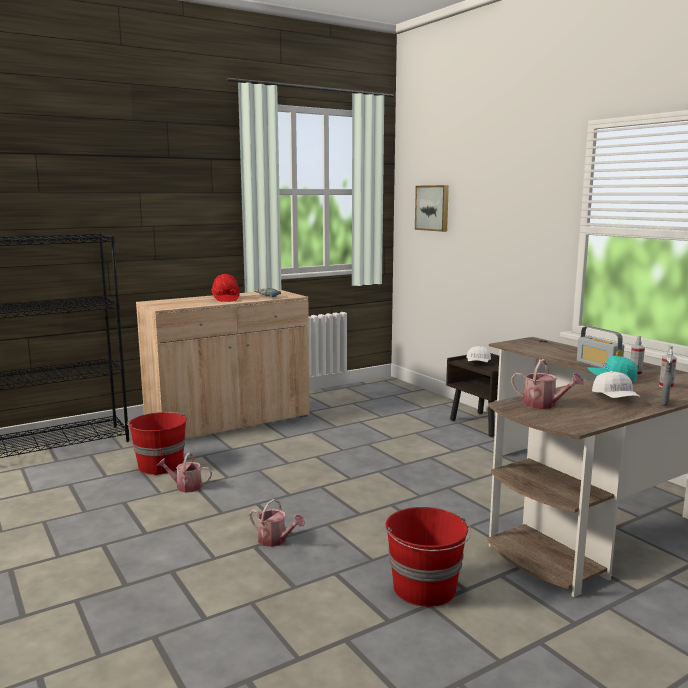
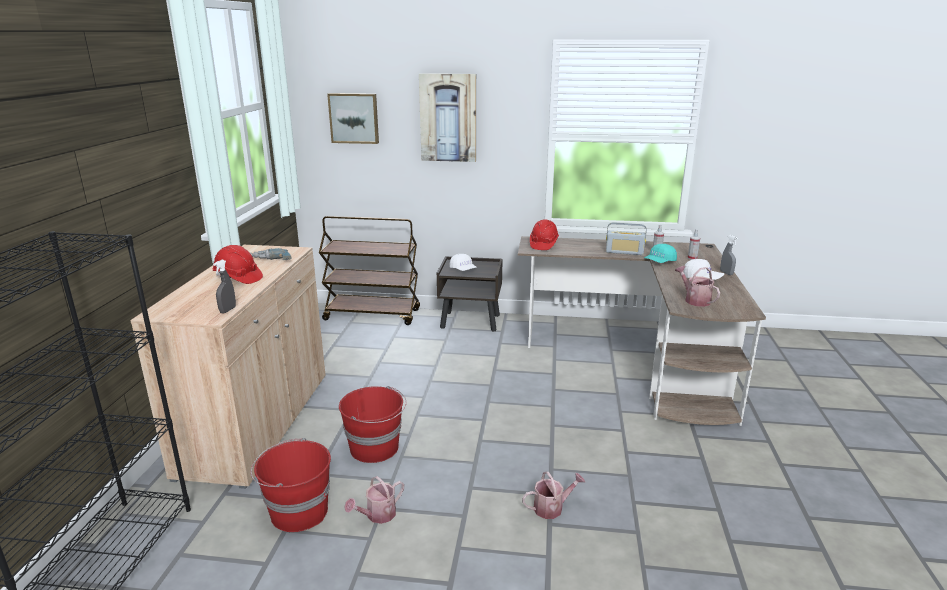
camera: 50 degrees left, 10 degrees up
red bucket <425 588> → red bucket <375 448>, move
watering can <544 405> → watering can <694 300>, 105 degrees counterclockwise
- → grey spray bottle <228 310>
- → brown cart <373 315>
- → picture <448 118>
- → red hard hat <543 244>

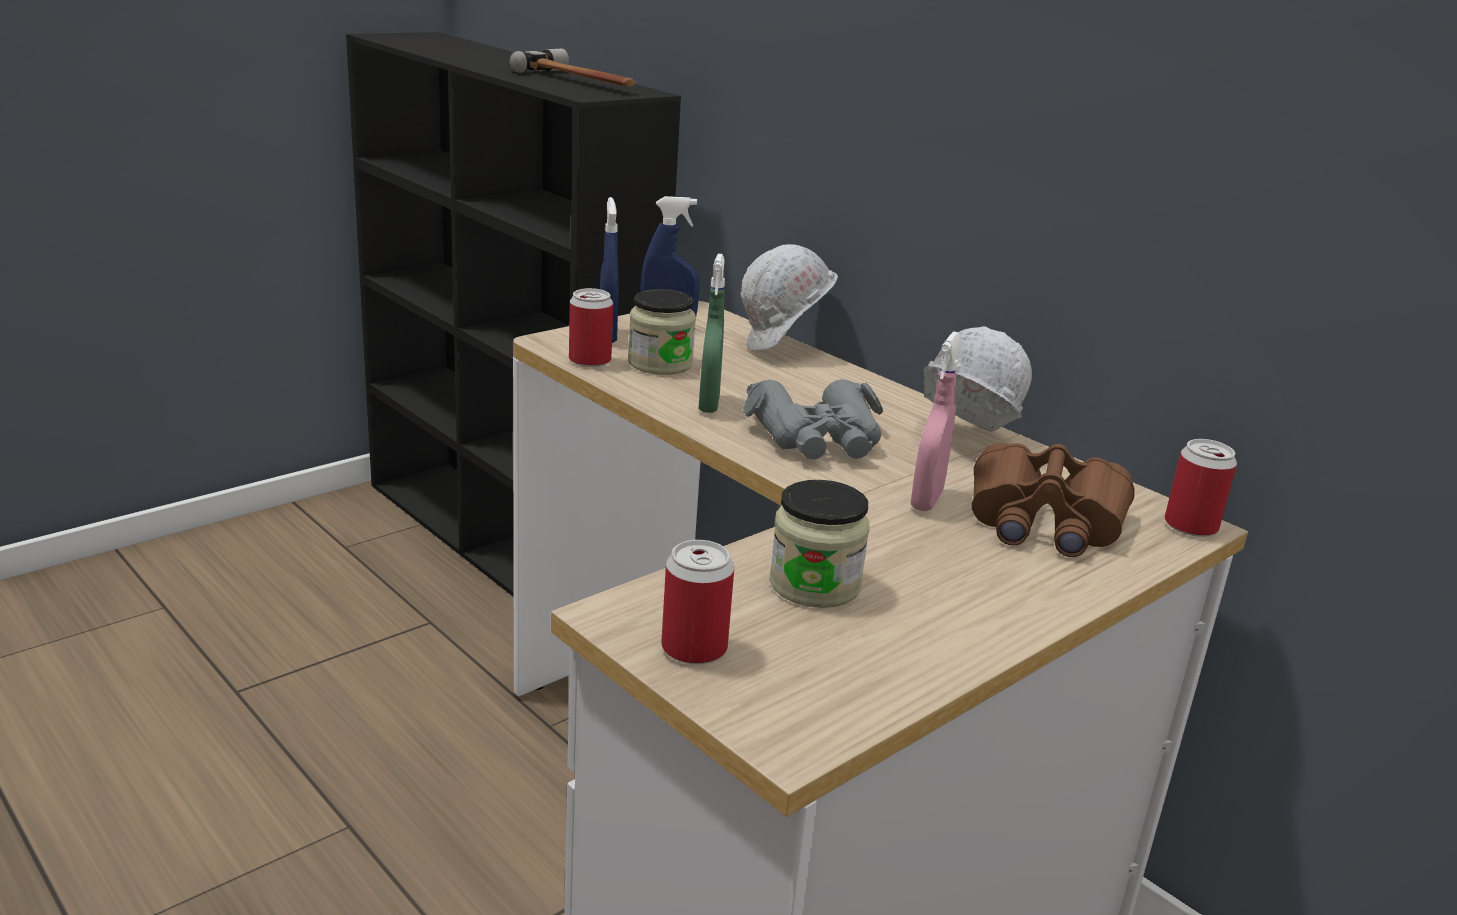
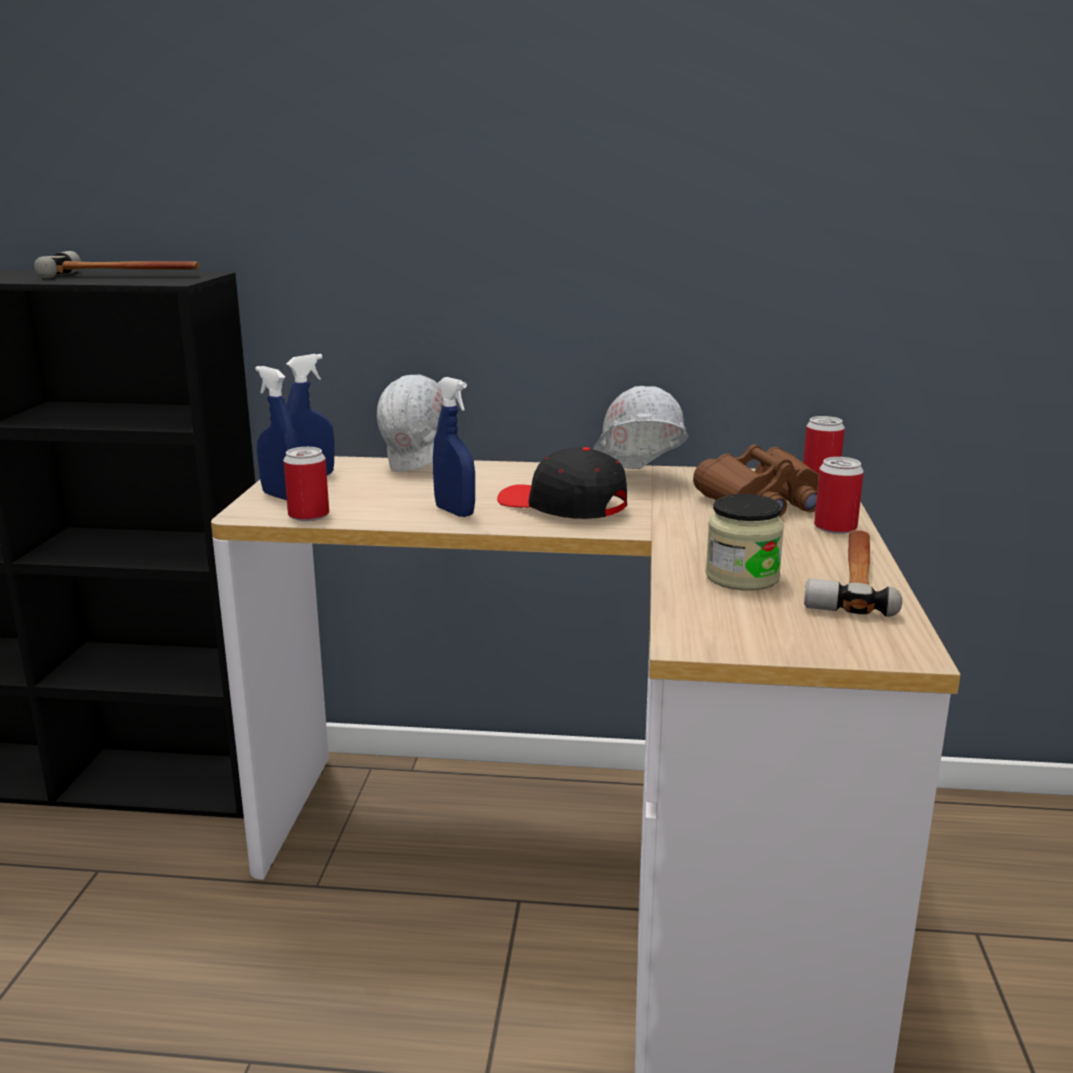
camera: 40 degrees left, 5 degrees down
jar <660 363> → -
can <694 648> → can <835 527>, move
green spray bottle <709 404> → blue spray bottle <454 512>
grey binoculars <817 438> → black cap <562 506>
pink spray bottle <926 500> → -
- → hammer <852 578>

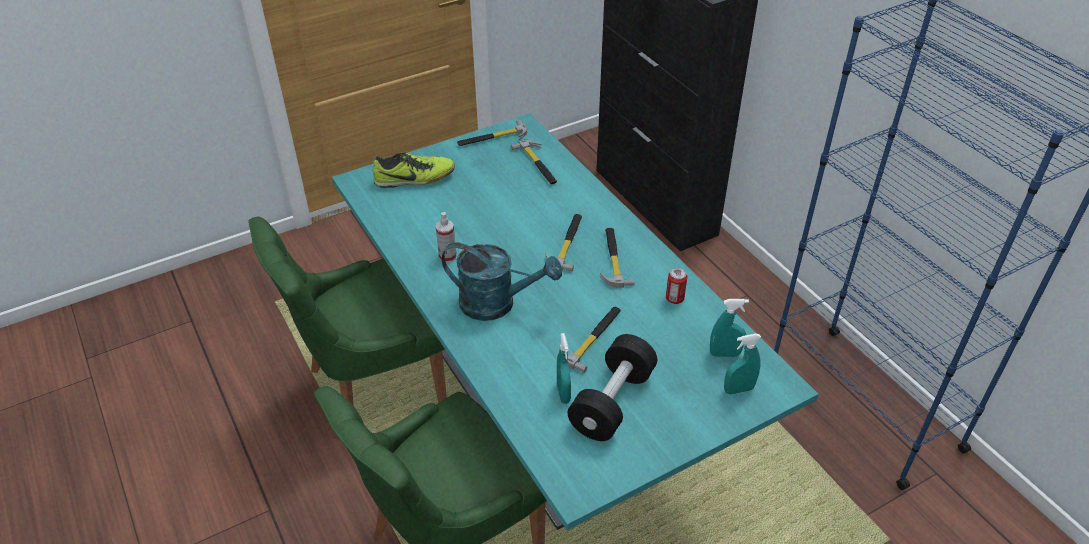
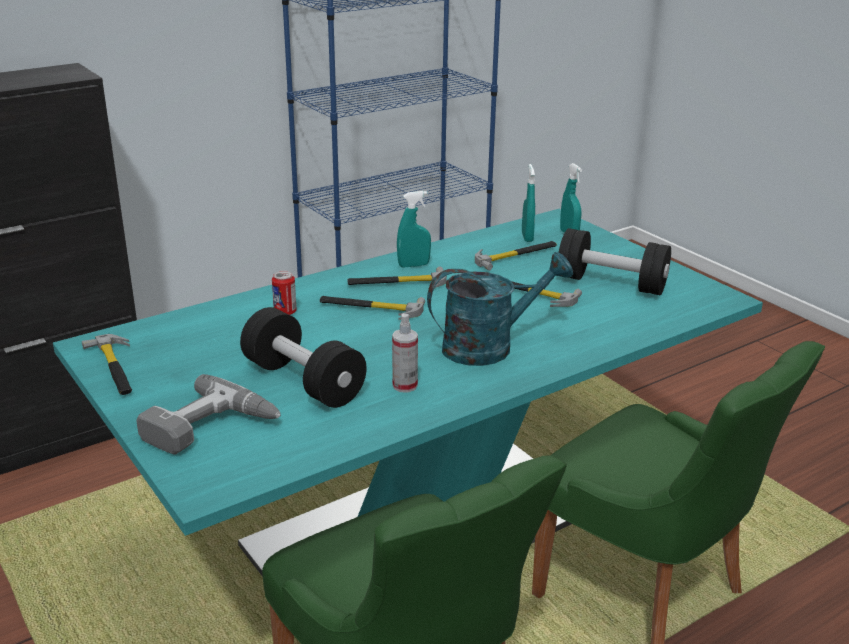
camera: 95 degrees left, 15 degrees down
shoe <415 179> → power drill <211 429>
turquoise watering can <497 304> → turquoise watering can <489 346>, 60 degrees clockwise
hammer <538 164> → hammer <515 255>, move
turquoise spray bottle <563 393> → turquoise spray bottle <413 265>, move
can <674 299> → can <285 312>, move
- → black dumbbell <303 381>

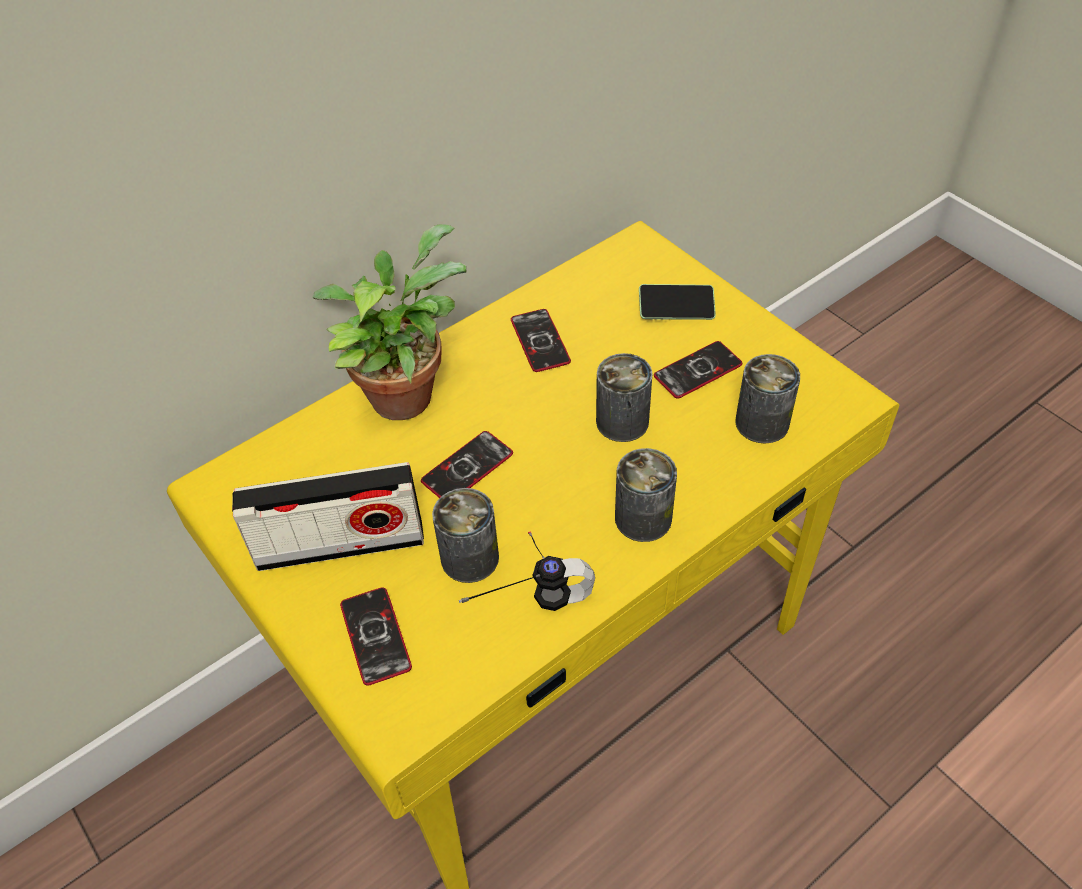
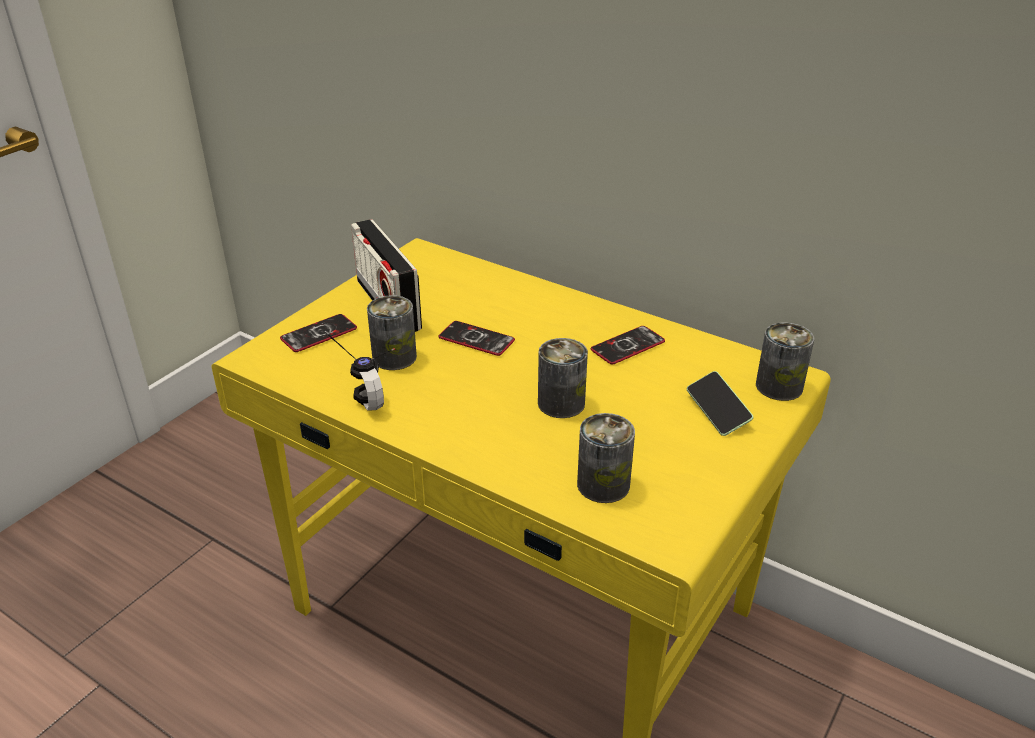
camera: 70 degrees right, 15 degrees down
potted plant <404 391> → -
can <643 518> → can <779 386>, move
phone <698 371> → -

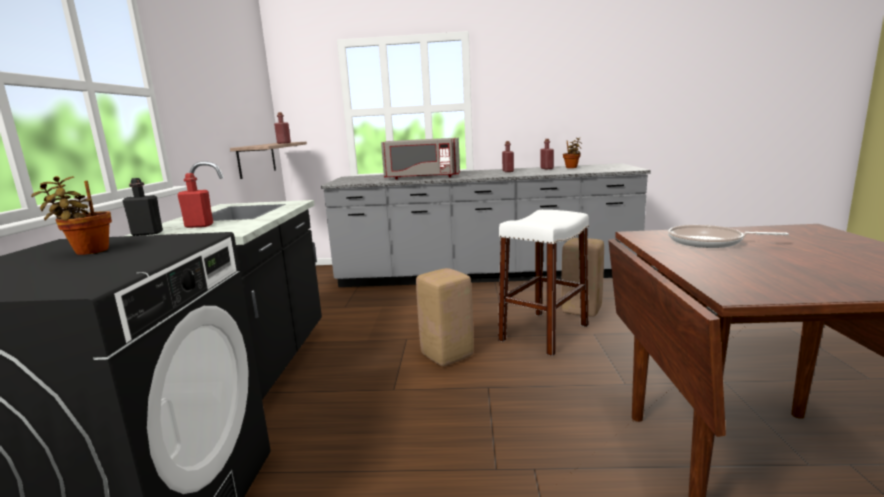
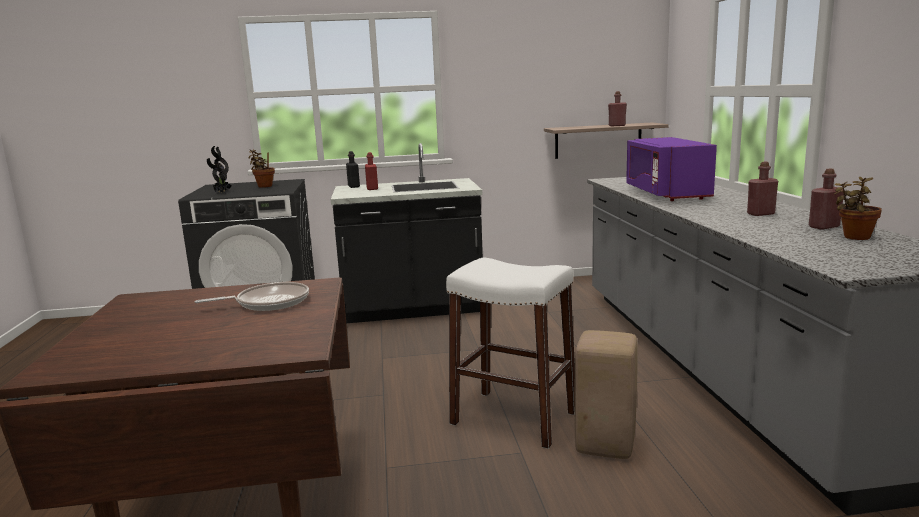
camera: 80 degrees right, 0 degrees up
grey microwave <422 177> → purple microwave <665 193>
beige stool <447 355> → -
frying pan <709 242> → frying pan <268 303>, 60 degrees clockwise
- → potted plant <221 192>

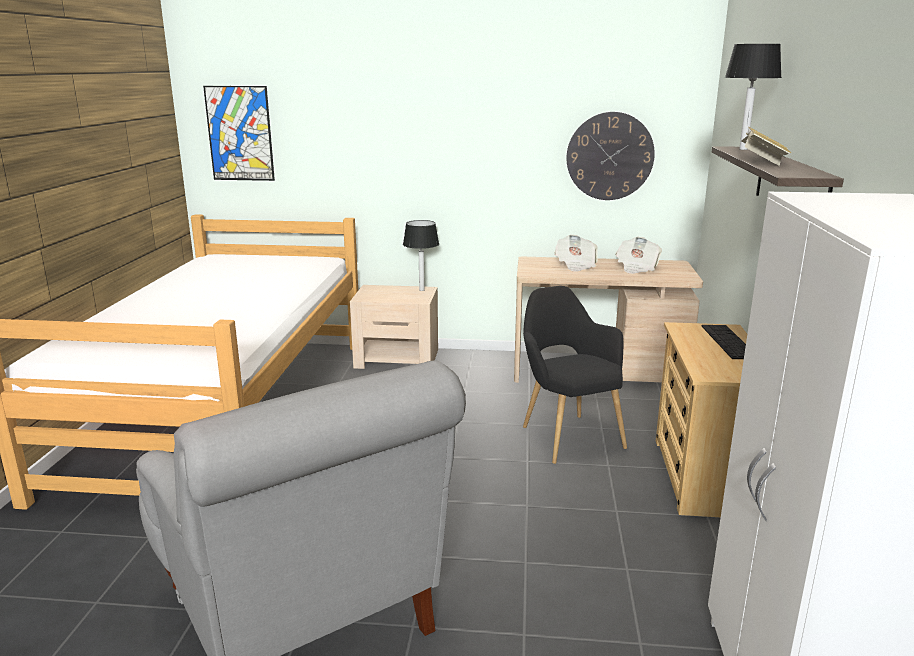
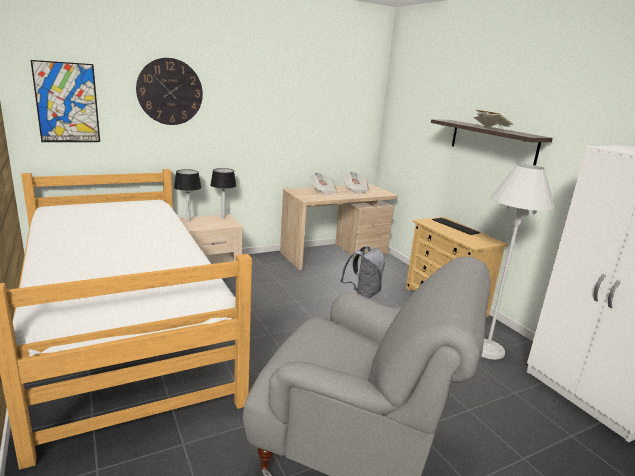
camera: 35 degrees left, 0 degrees up
black armchair <567 435> → grey backpack <362 295>
wall clock <610 156> → wall clock <170 92>, move
table lamp <742 149> → table lamp <188 220>, move
- → white floor lamp <487 349>

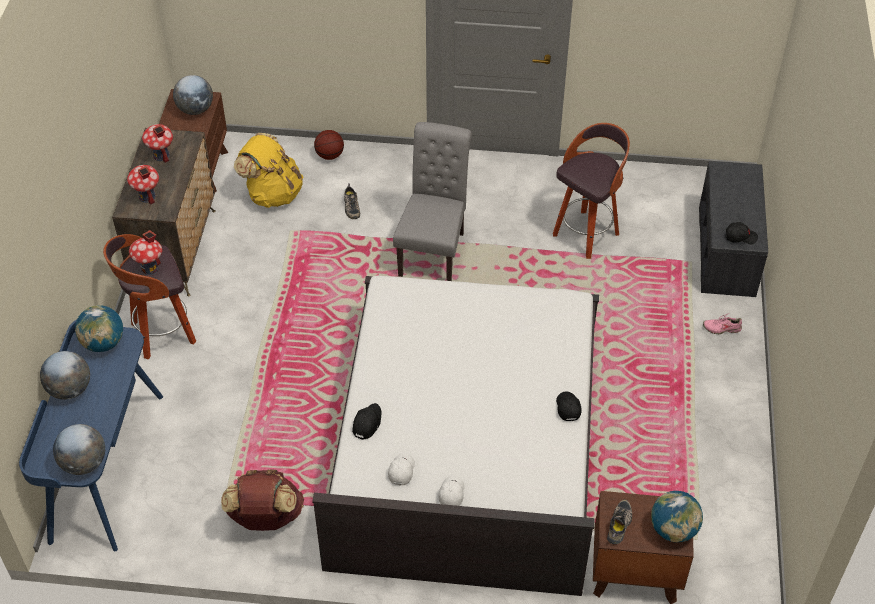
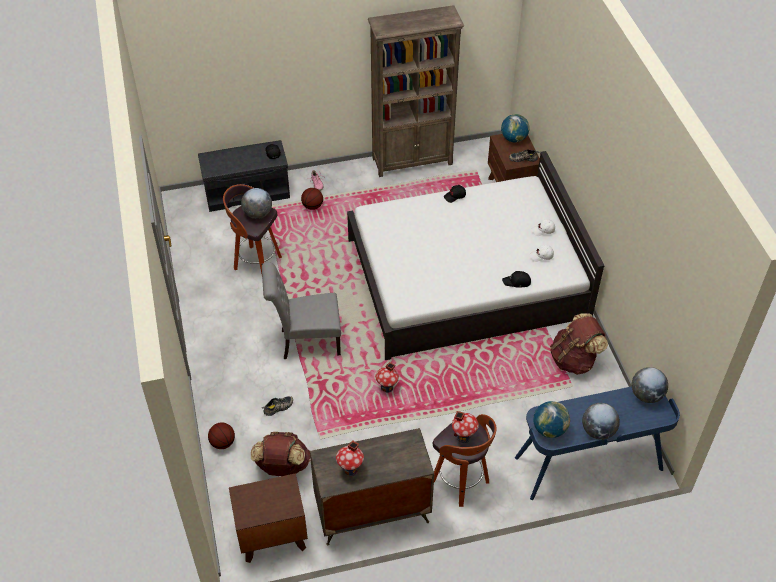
camera: 110 degrees left, 0 degrees up
toy house <147 196> → toy house <387 388>, move
globe <195 110> → globe <257 214>, move
yellow backpack <273 193> → brown backpack <282 467>
- → basketball <312 206>
- → brown bookcase <413 161>

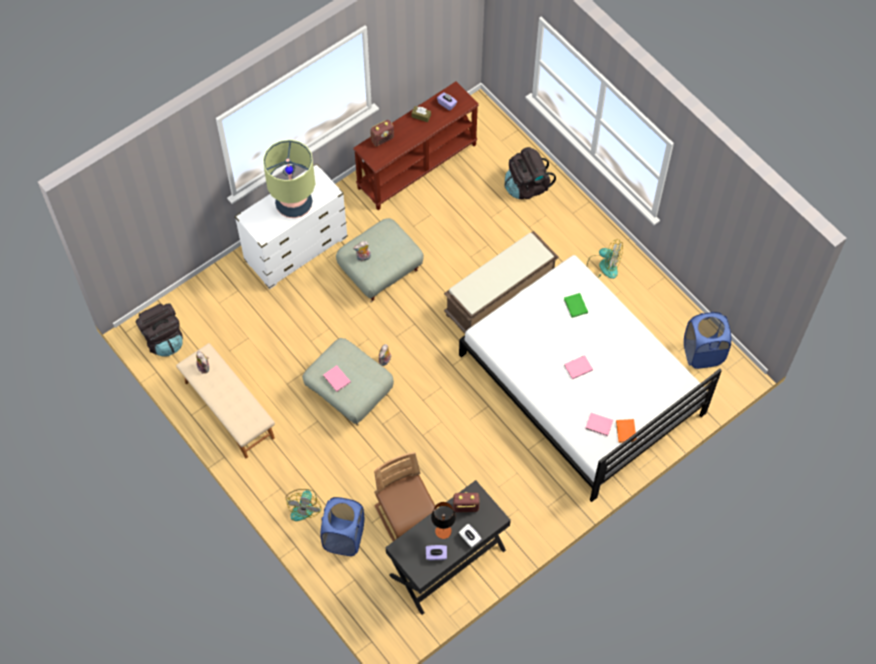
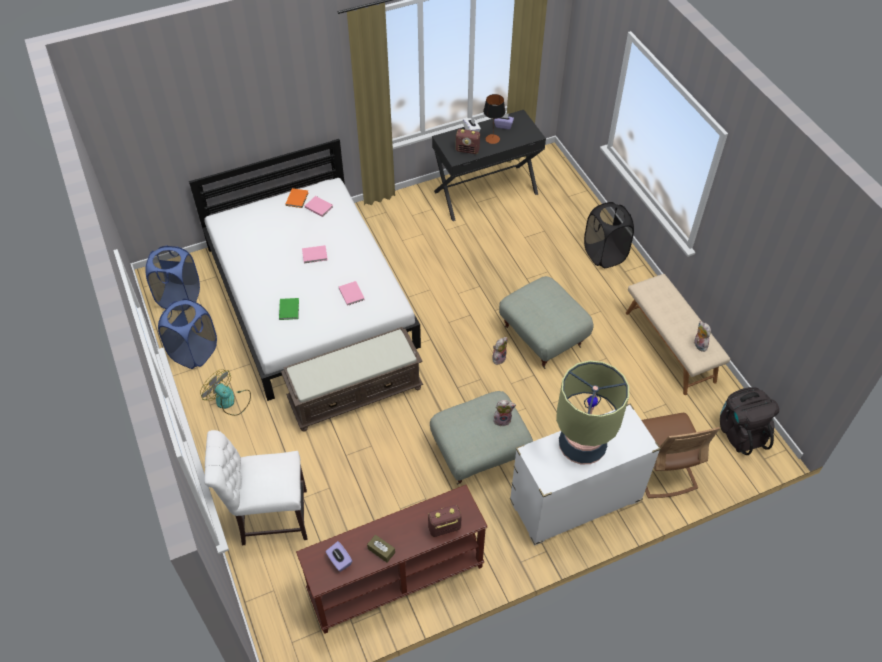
camera: 165 degrees left, 10 degrees down
fan <303 505> → black laundry basket <604 254>
blue laundry basket <344 537> → blue laundry basket <194 352>, move
pink book <337 380> → pink book <351 293>, move
brown chair <406 518> → brown chair <662 468>, move
black backpack <527 186> → white chair <269 517>

